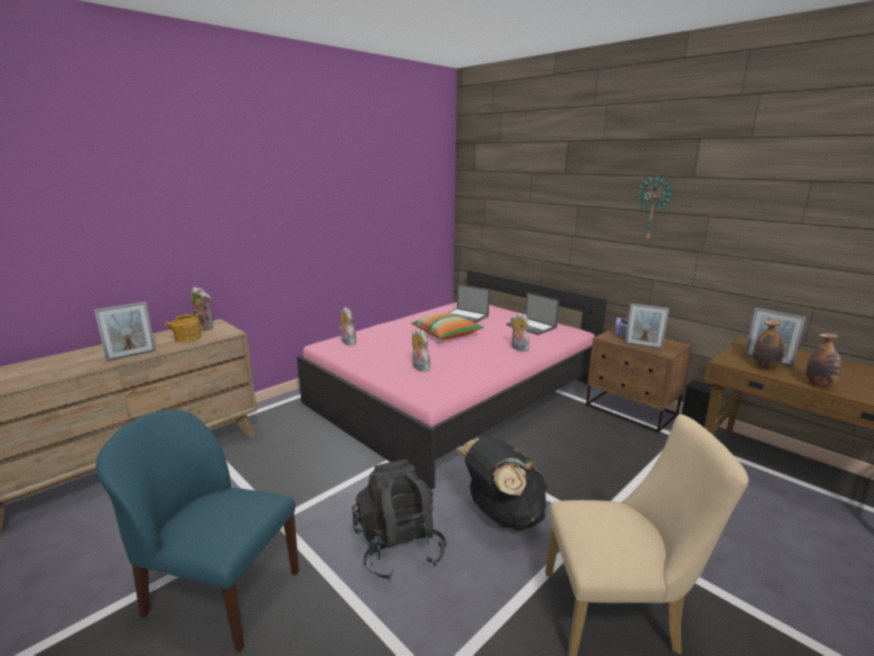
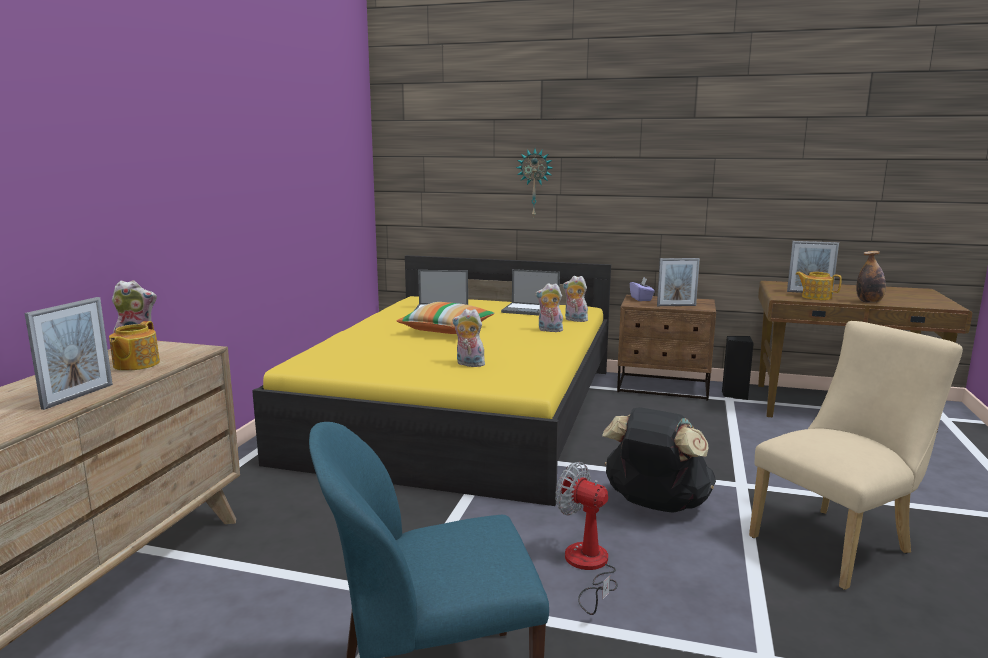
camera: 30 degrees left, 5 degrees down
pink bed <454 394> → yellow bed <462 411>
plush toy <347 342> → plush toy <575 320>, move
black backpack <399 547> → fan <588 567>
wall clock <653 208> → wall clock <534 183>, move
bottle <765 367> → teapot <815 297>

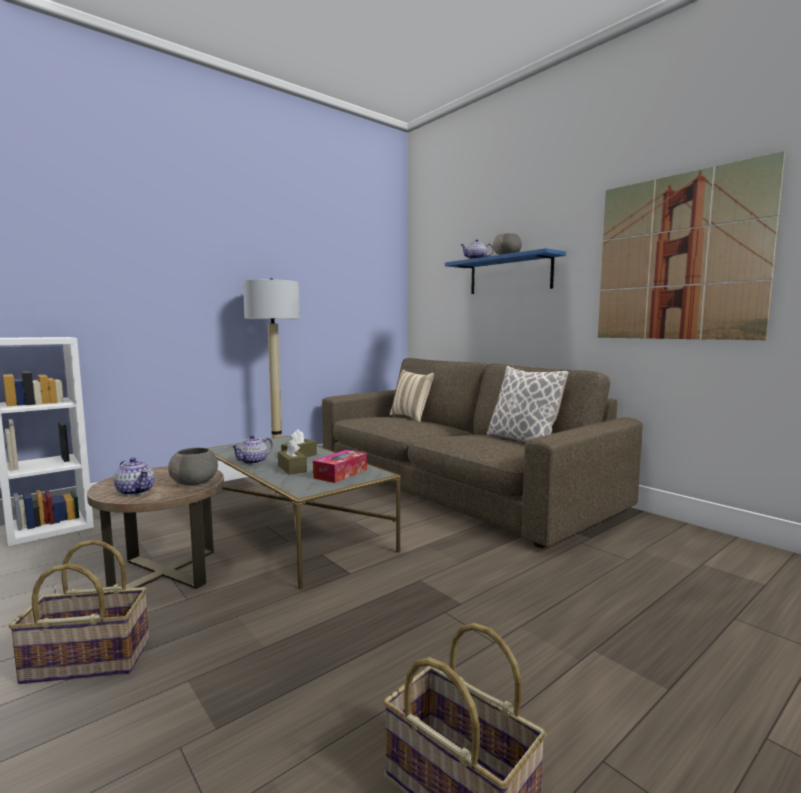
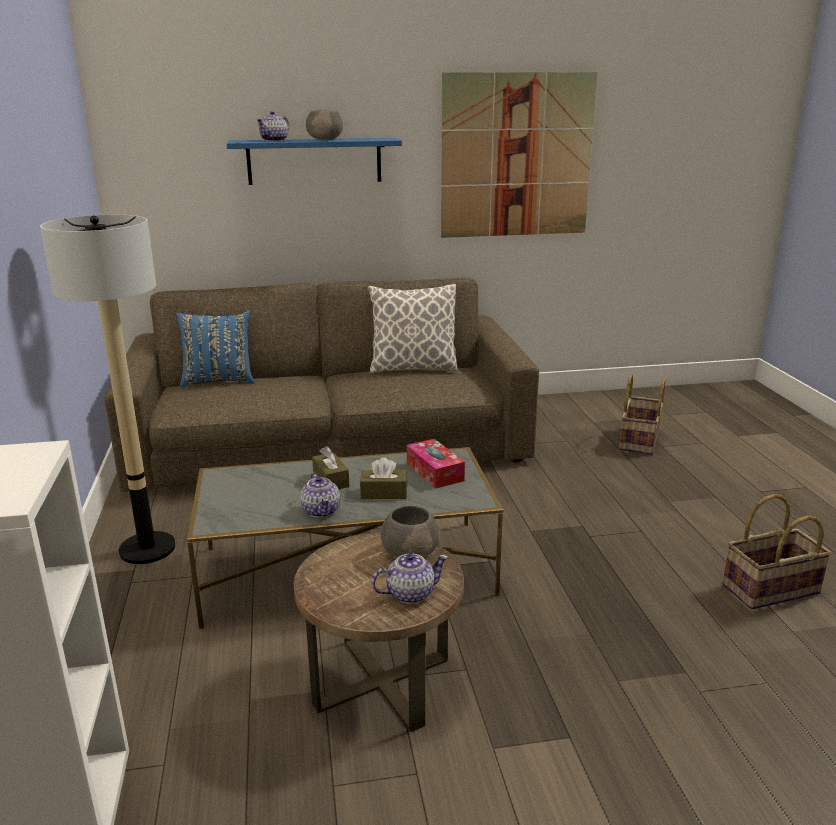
camera: 60 degrees left, 15 degrees up
basket <86 662> → basket <640 441>, move
beige pillow <411 417> → blue pillow <219 380>

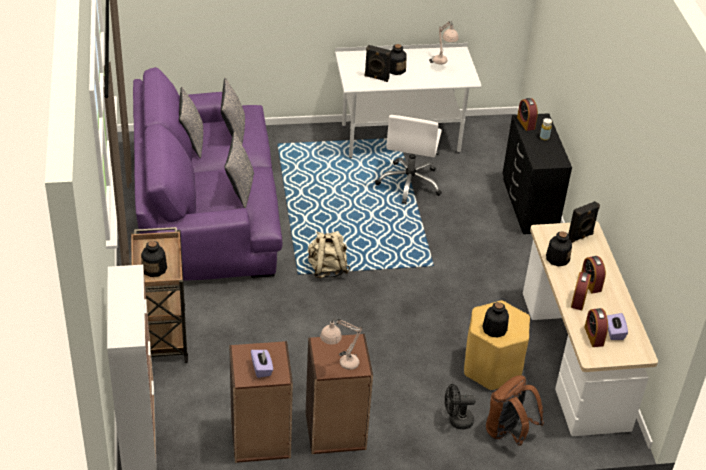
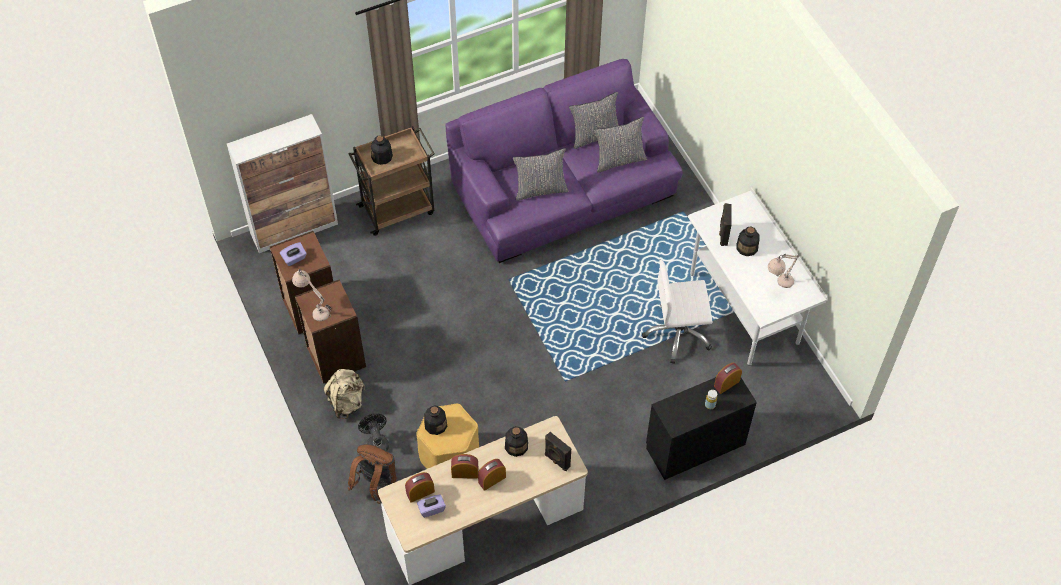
camera: 75 degrees right, 15 degrees up
beige backpack <327 269> → beige backpack <347 402>, move

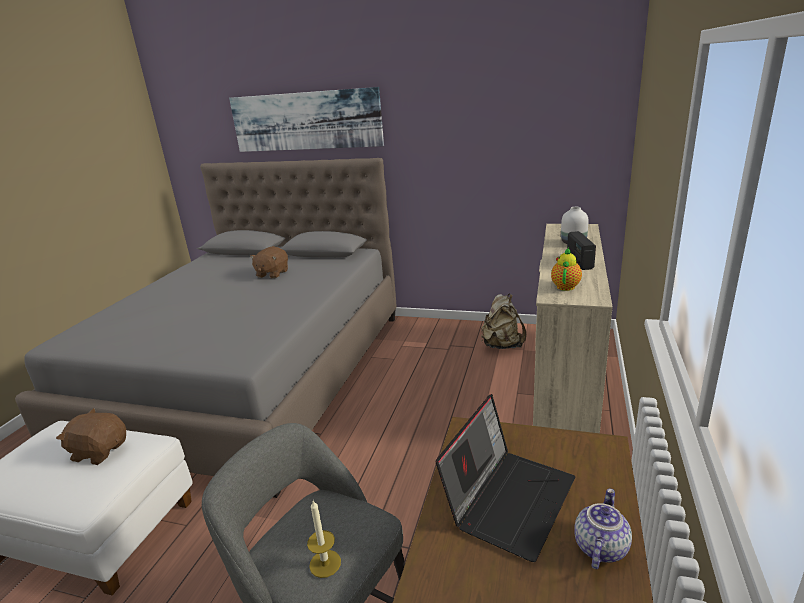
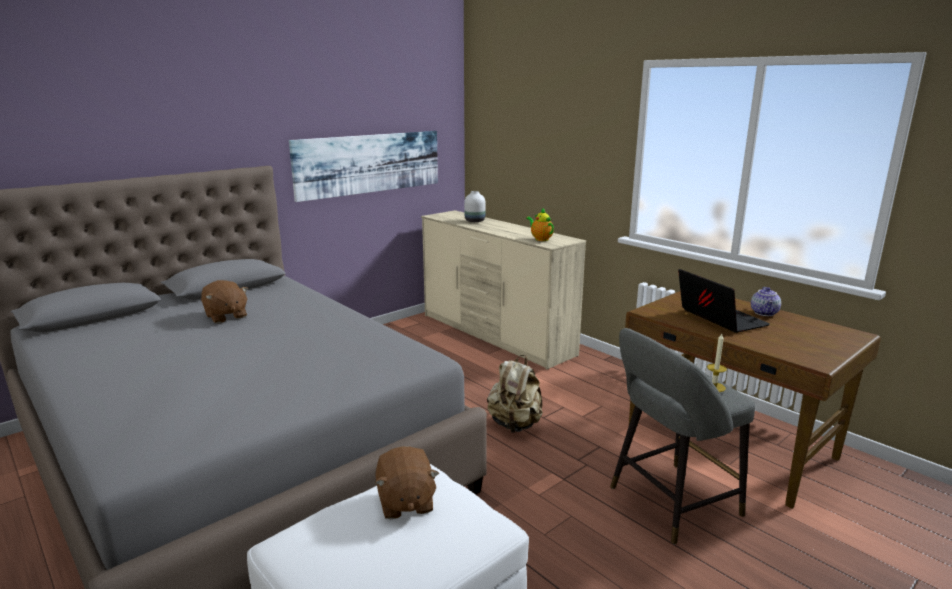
camera: 60 degrees left, 5 degrees down
brown plush toy <100 451> → brown plush toy <405 502>, 60 degrees counterclockwise
picture <305 121> → picture <369 163>, move
beige backpack <502 345> → beige backpack <515 425>, move
radio <579 261> → -
teapot <599 546> → teapot <765 313>, 135 degrees counterclockwise

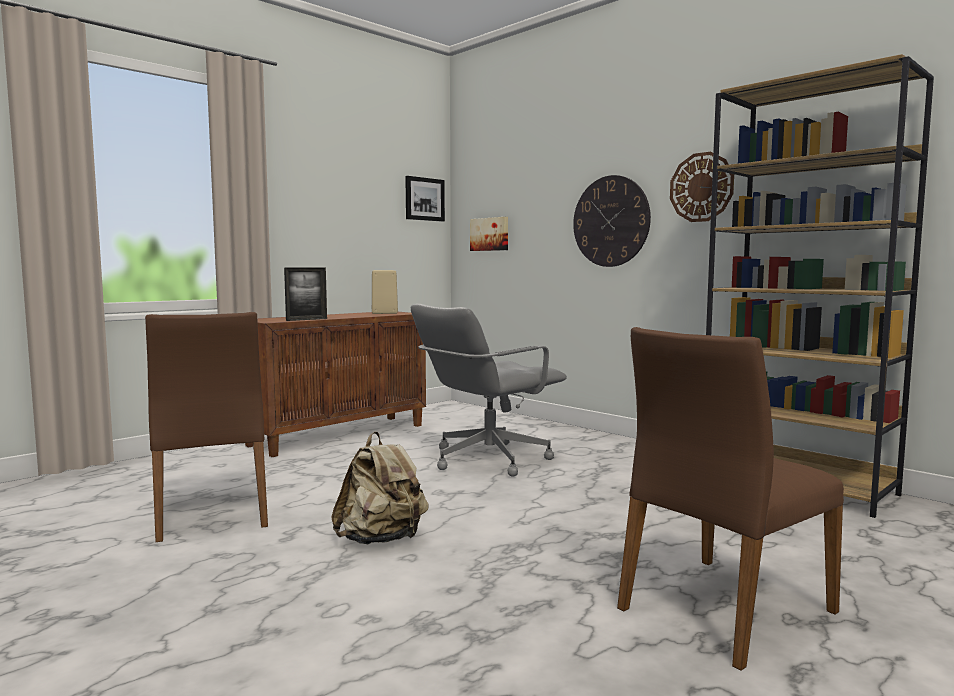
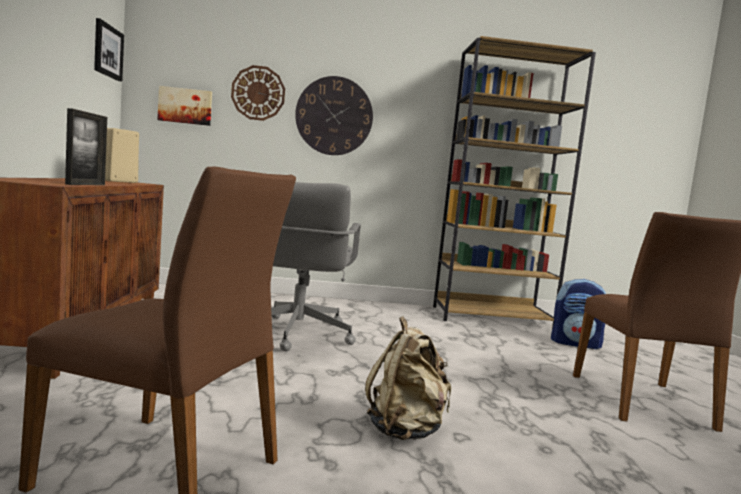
camera: 50 degrees left, 0 degrees up
wall clock <701 187> → wall clock <258 93>, move
- → backpack <575 343>

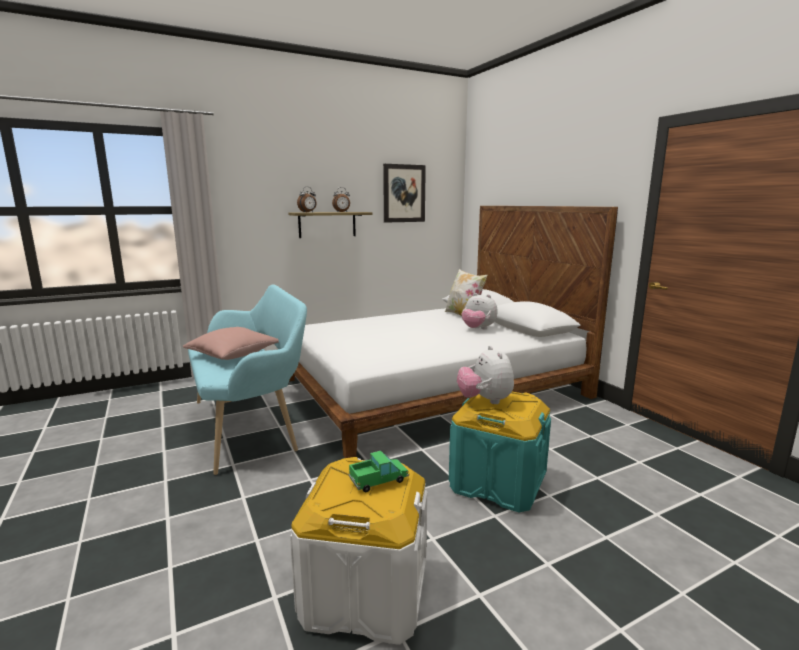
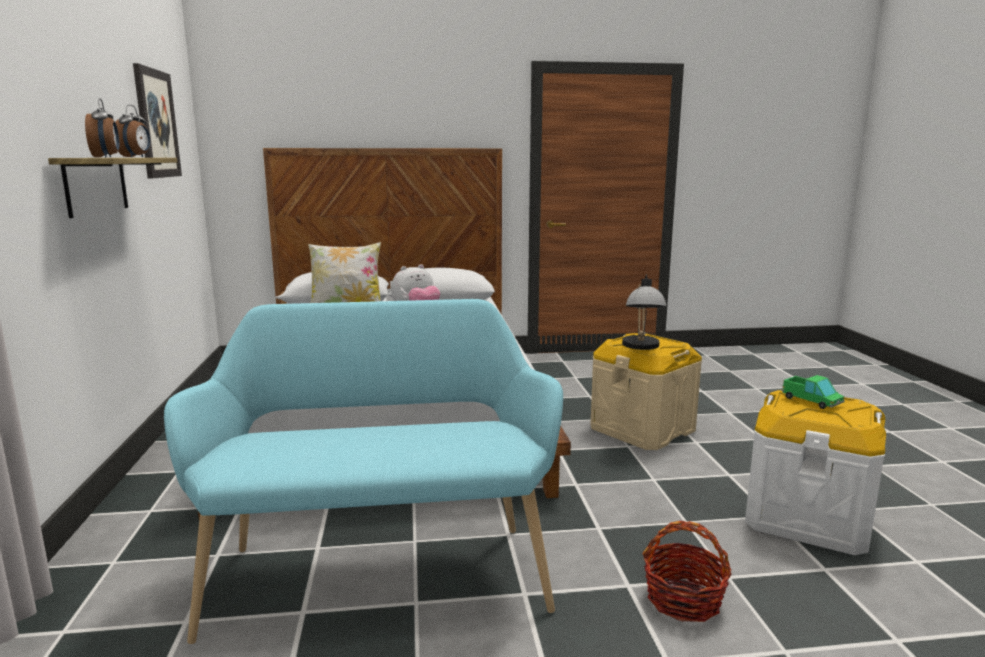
camera: 70 degrees left, 0 degrees up
pink pillow <233 354> → -
toy truck <378 480> → toy truck <811 400>, 150 degrees clockwise
turquoise storage box <498 482> → beige storage box <642 429>
plush toy <485 401> → table lamp <641 347>
- → basket <683 600>

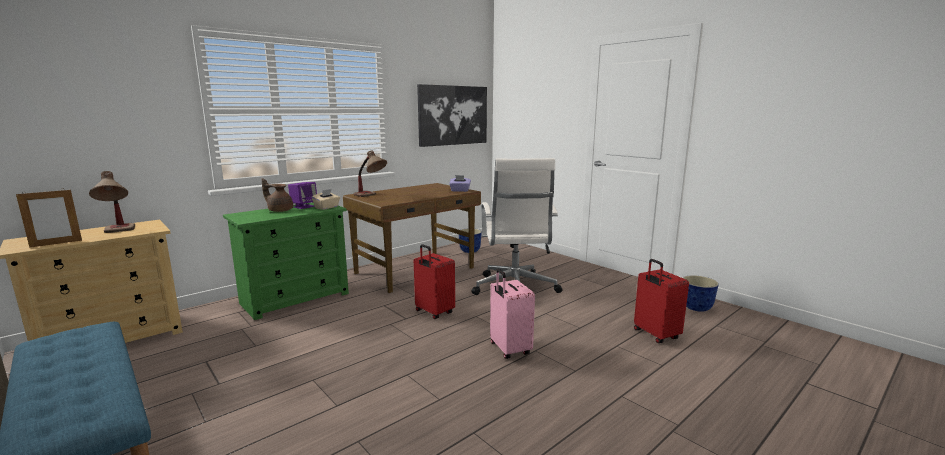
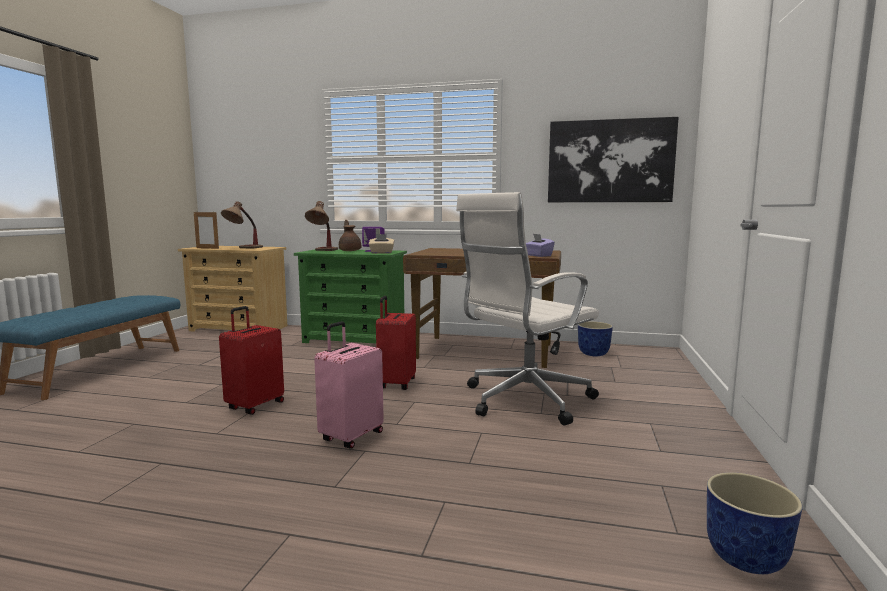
camera: 55 degrees right, 5 degrees down
table lamp <371 196> → table lamp <323 251>, move
red suitcase <655 335> → red suitcase <254 406>, move

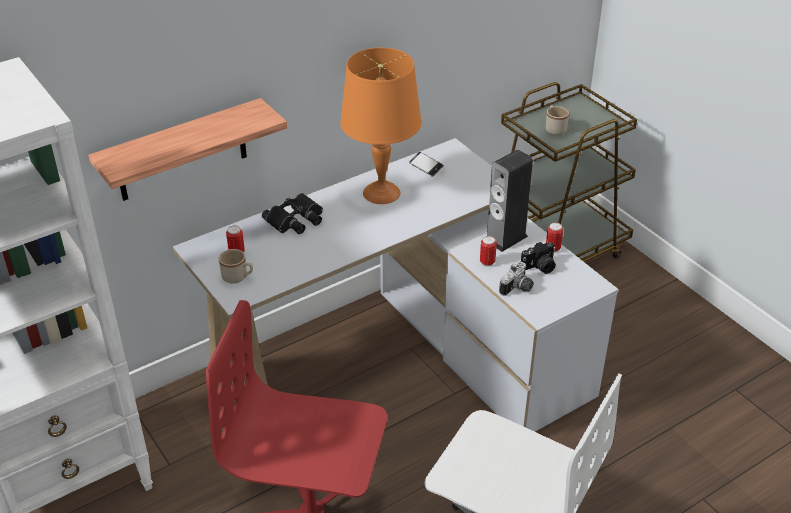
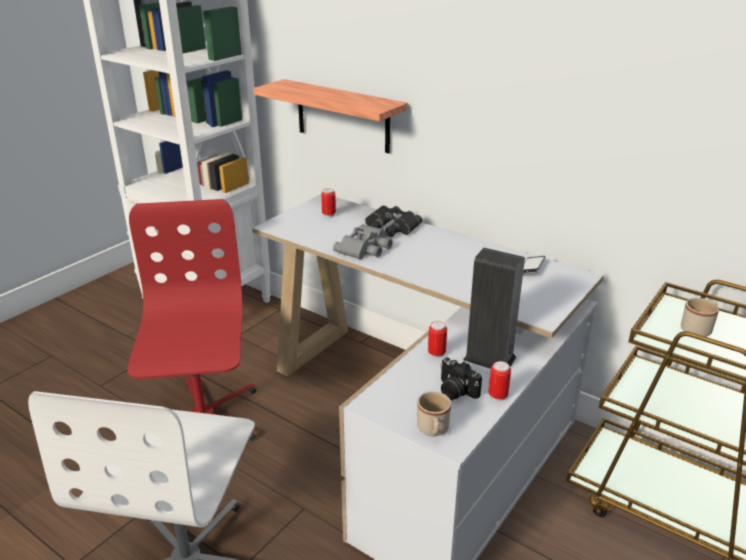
camera: 70 degrees right, 10 degrees down
beige mug <238 277> → beige mug <433 431>, move
orange table lamp <381 192> → -
photo camera <518 288> → -
- → grey binoculars <366 248>

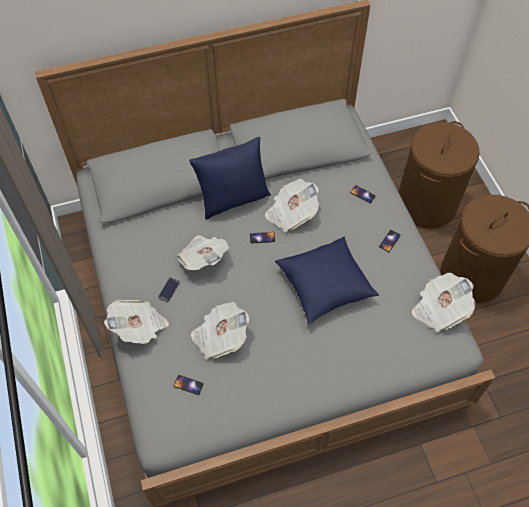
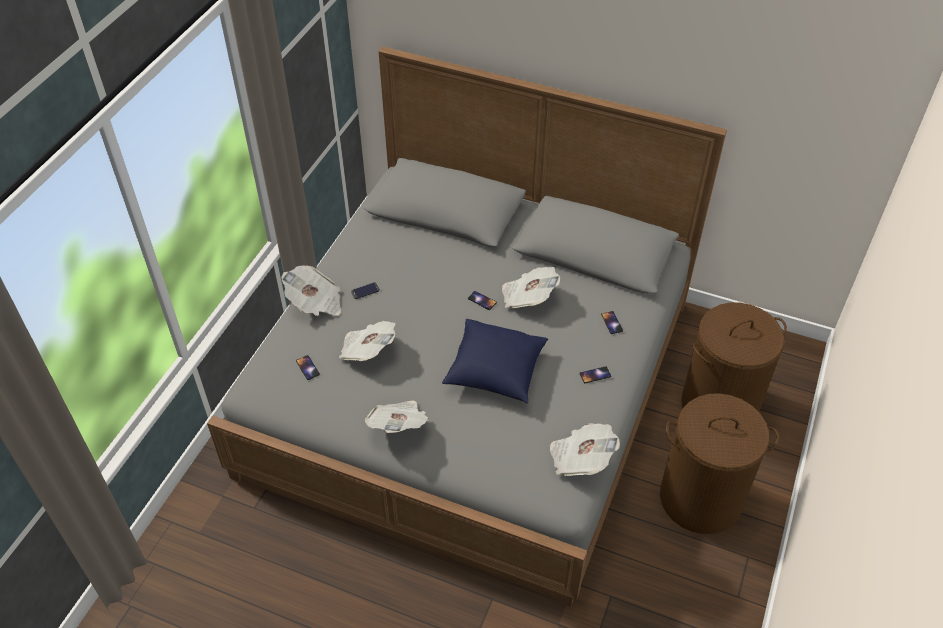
camera: 40 degrees right, 10 degrees down
newspaper <203 258> → newspaper <399 426>, move
blue pillow <233 199> → -

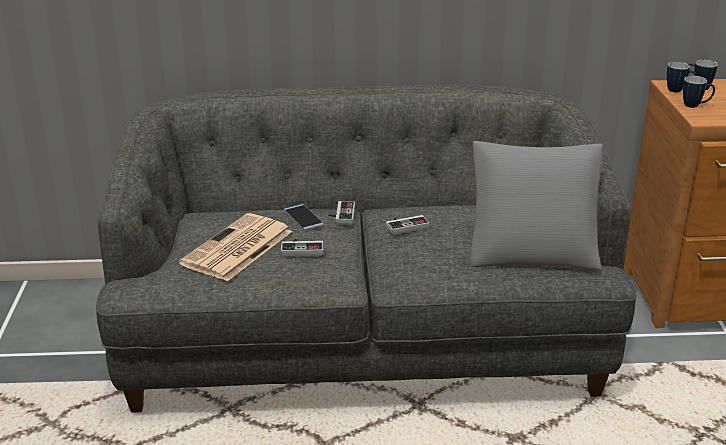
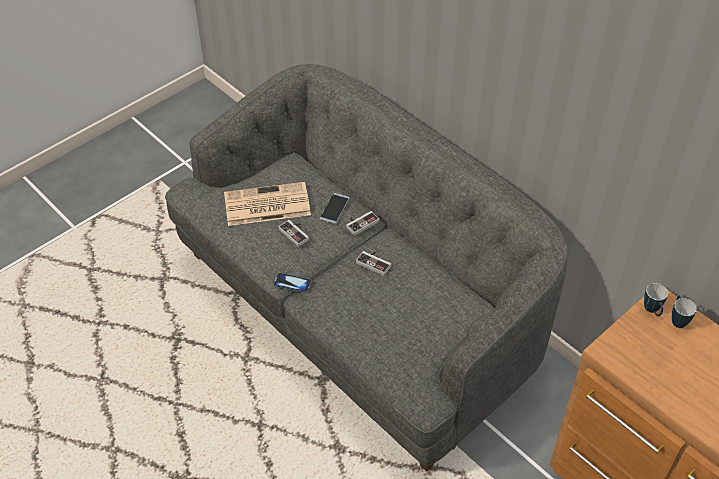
camera: 50 degrees right, 20 degrees up
grey pillow <532 250> → -
mug <695 106> → -
- → phone <292 283>

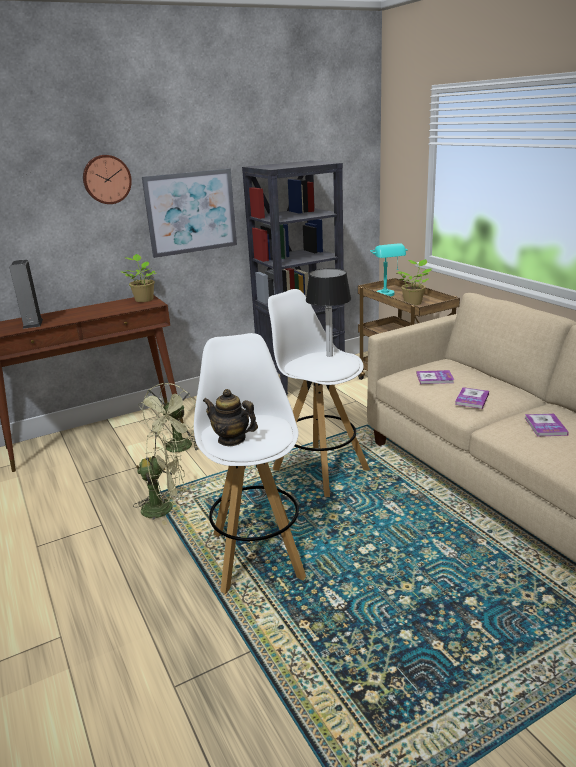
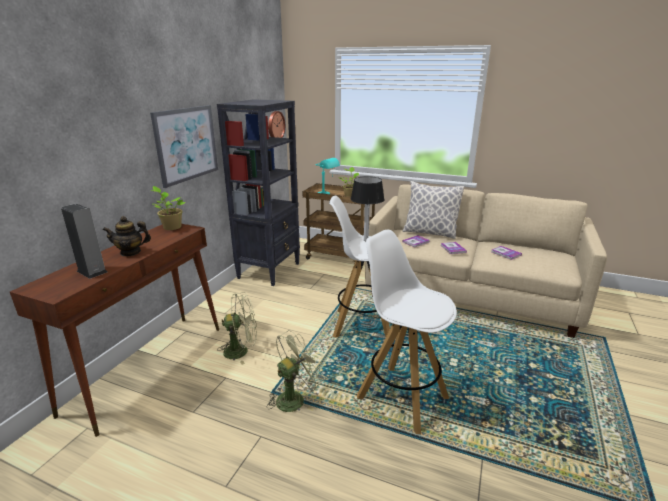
camera: 40 degrees left, 0 degrees up
wall clock <106 179> → wall clock <275 125>, move
green fan <176 449> → green fan <241 351>, 75 degrees counterclockwise
teapot <232 439> → teapot <130 252>, move
- → pillow <430 233>

